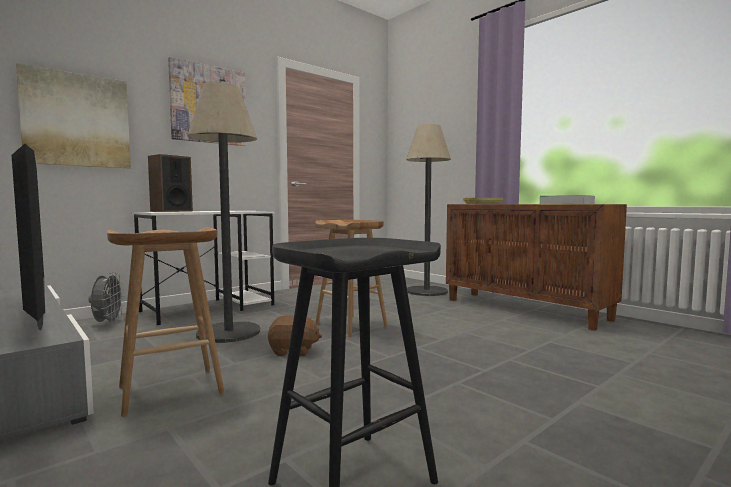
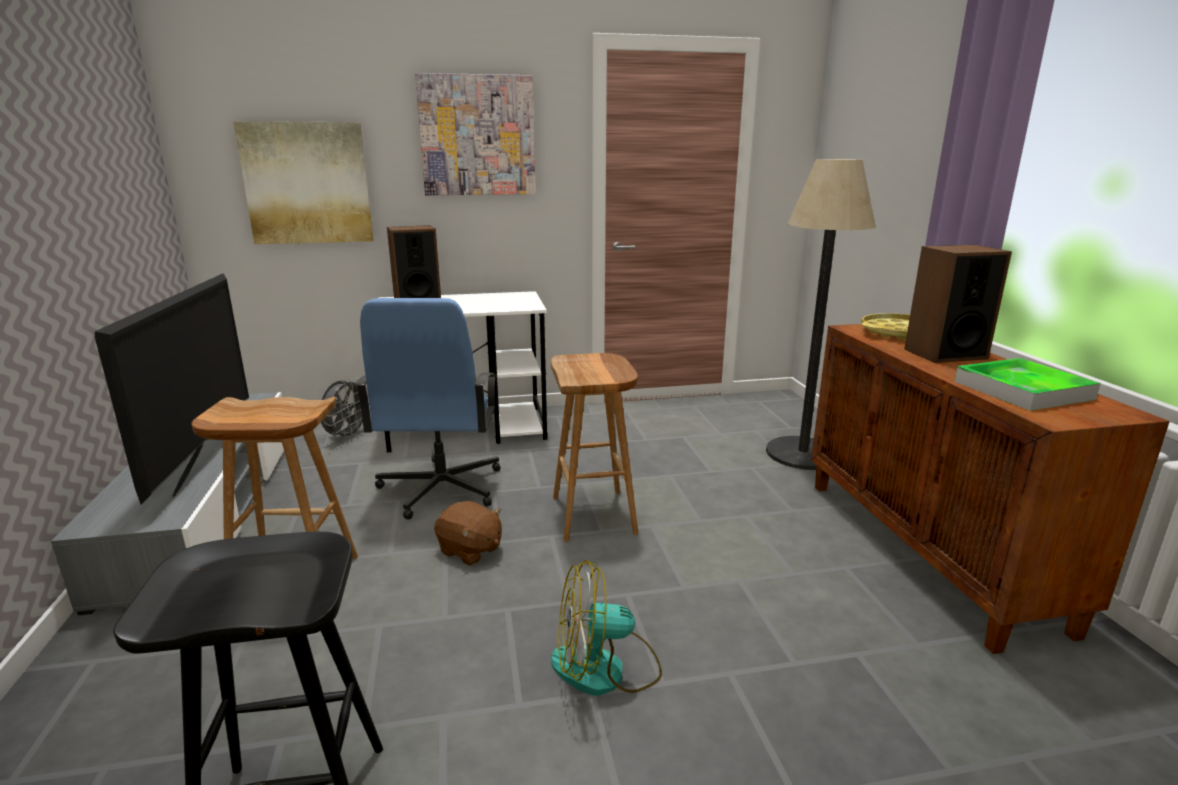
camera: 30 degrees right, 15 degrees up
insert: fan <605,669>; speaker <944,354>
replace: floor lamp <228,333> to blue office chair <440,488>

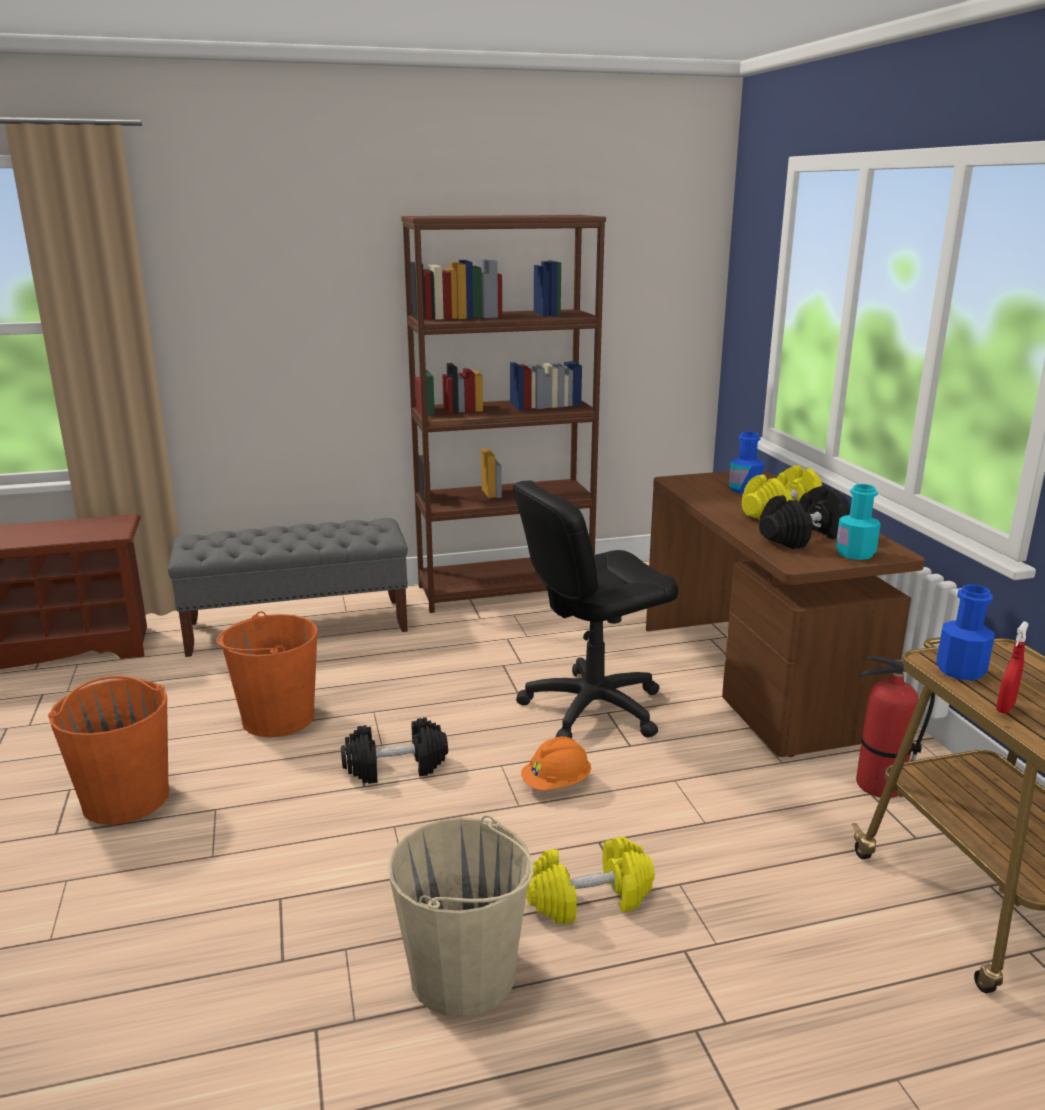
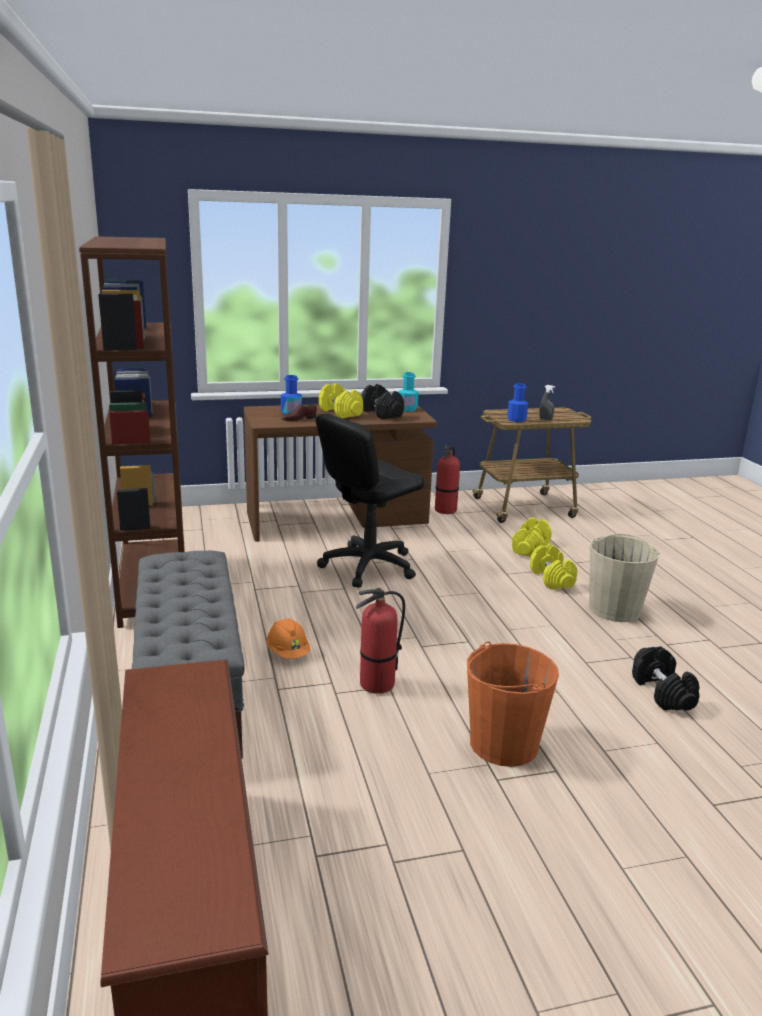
camera: 90 degrees left, 0 degrees up
insert: brown shoe <298,419>; yellow dumbbell <531,548>
move: orange hard hat <556,784> to <288,653>; black dumbbell <395,768> to <663,692>
replace: orange bucket <277,718> to fire extinguisher <377,684>
recolor: red spray bottle <1005,707> to grey spray bottle <545,419>
rotate: black office chair <592,708> = <368,566> 75 degrees clockwise

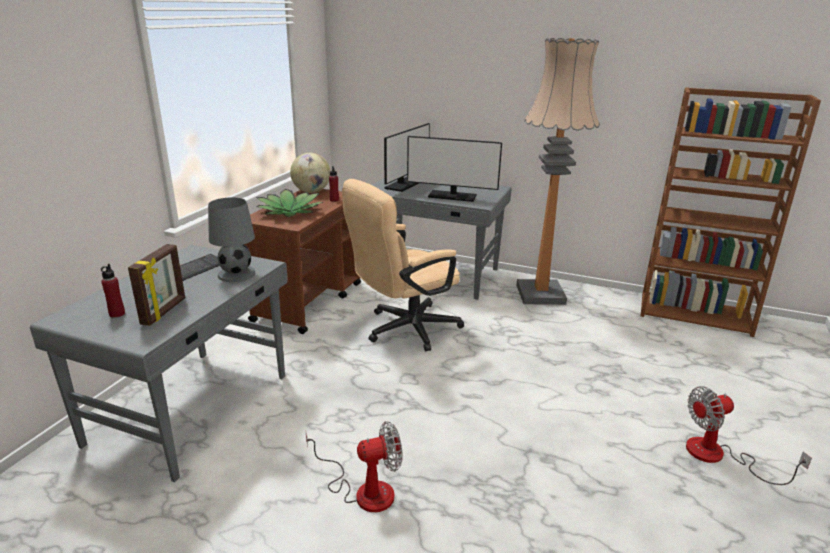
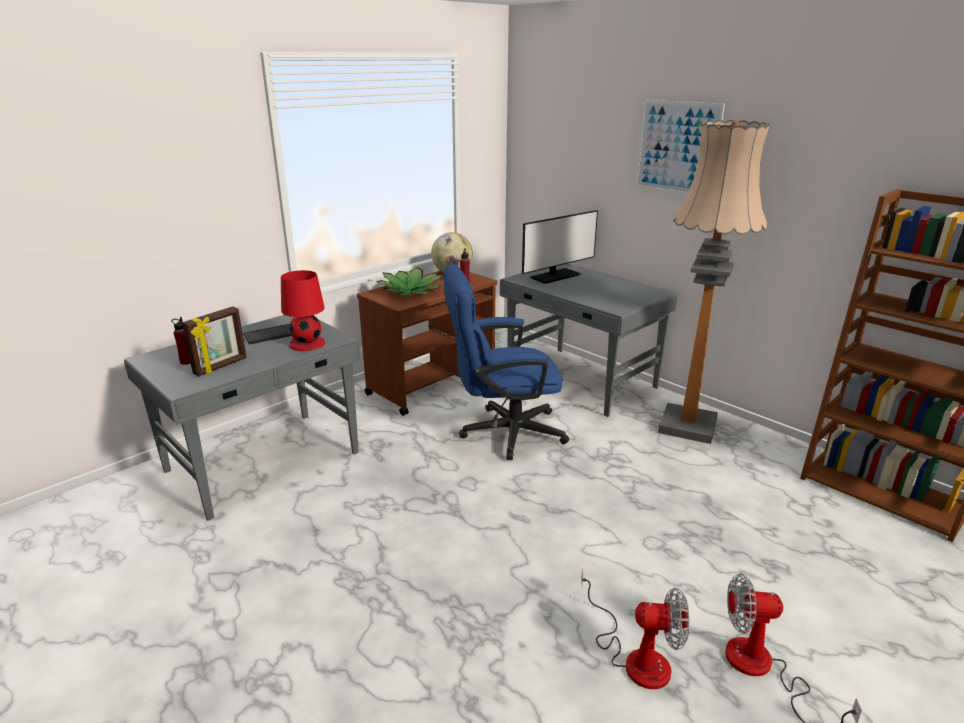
camera: 25 degrees right, 0 degrees up
delete: monitor <452,196>
insert: picture <677,148>
move: fan <363,490> to <635,657>
recolor: grey table lamp <236,274> to red table lamp <307,343>; beige office chair <404,330> to blue office chair <502,432>

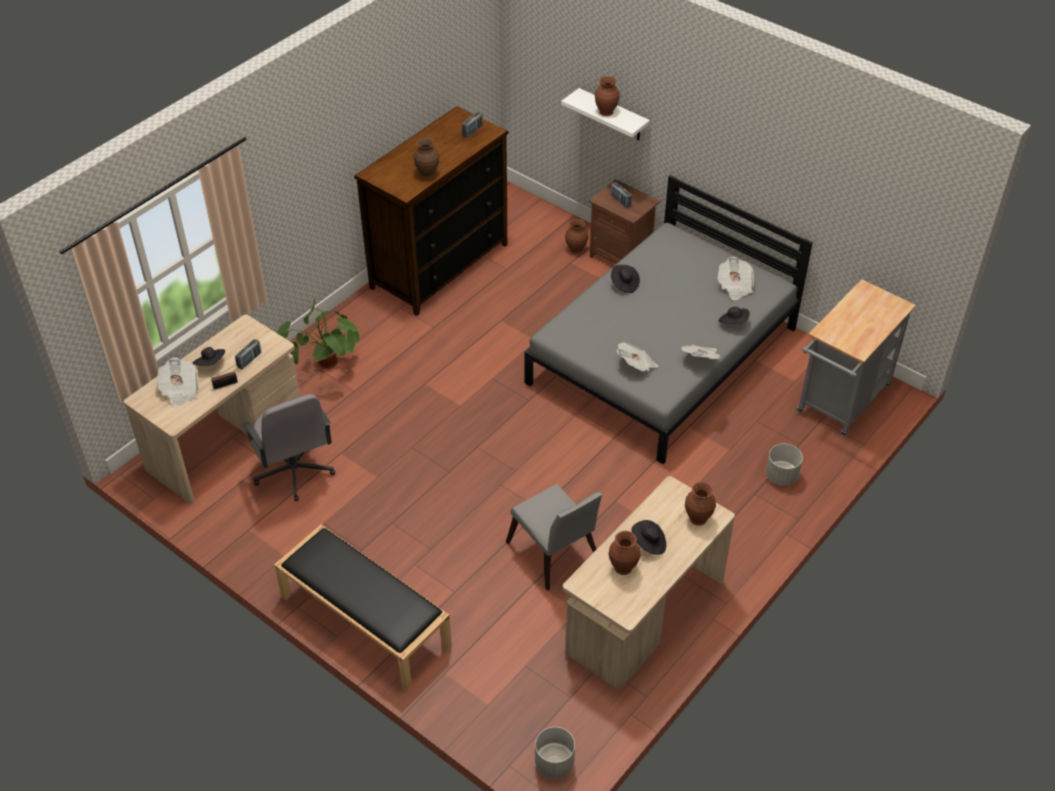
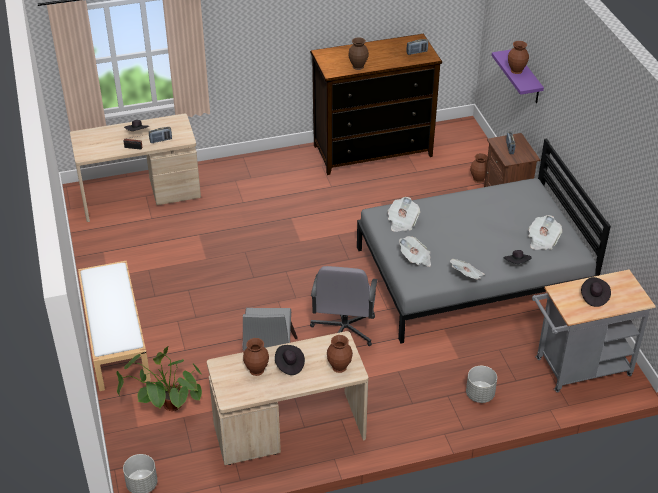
camera: 35 degrees right, 5 degrees down
move: potted plant <326,370> to <166,411>; grey office chair <294,471> to <344,330>; newspaper <180,391> to <402,222>; black hat <624,284> to <594,297>
recolor: black bench <363,621> to white bench <115,337>; white shelf <613,115> to purple shelf <527,78>

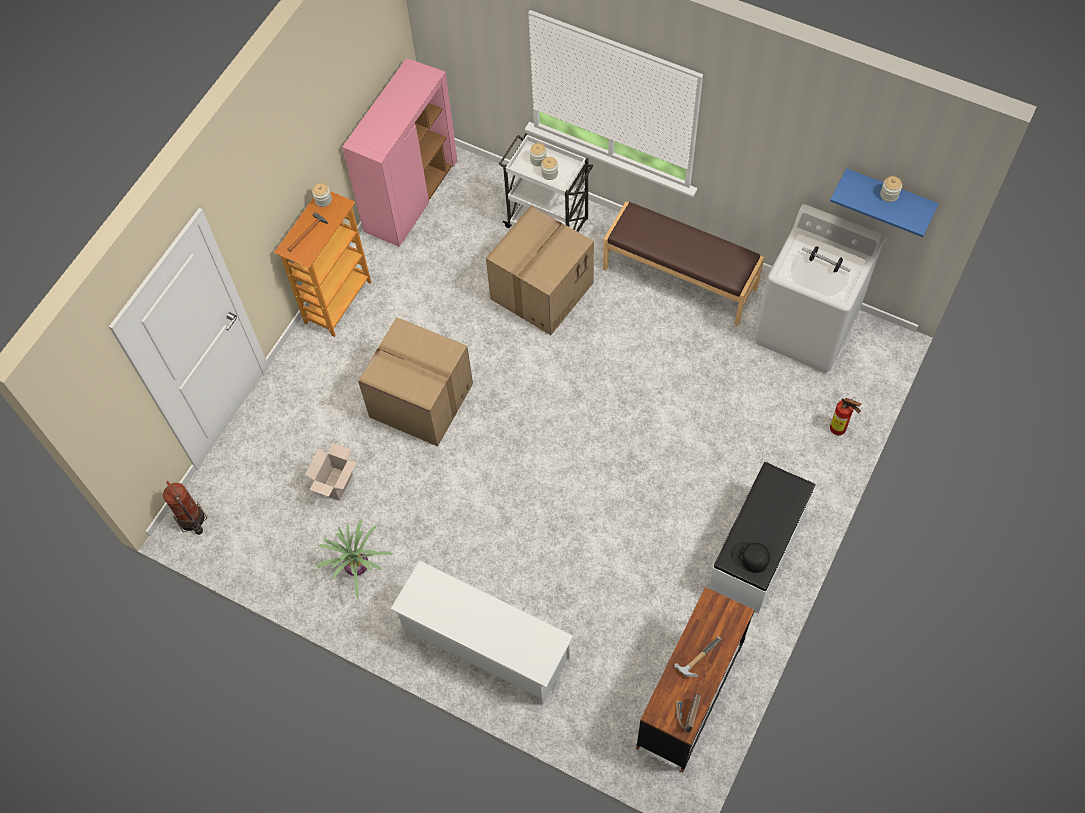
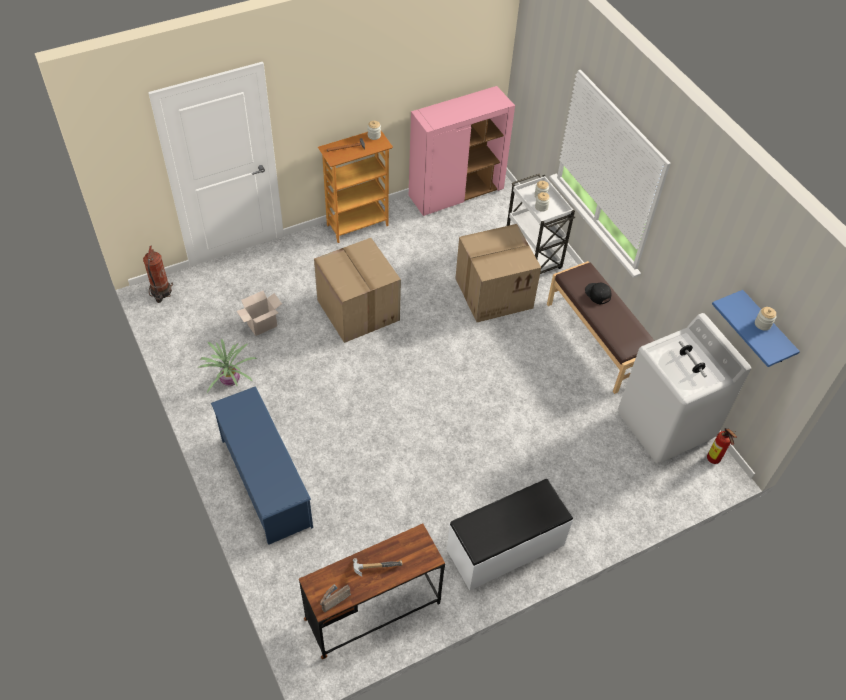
camera: 30 degrees right, 10 degrees down
move: black cap <751,558> to <597,294>; fire extinguisher <839,430> to <714,460>
recolor: white shoe rack <485,646> to blue shoe rack <265,482>

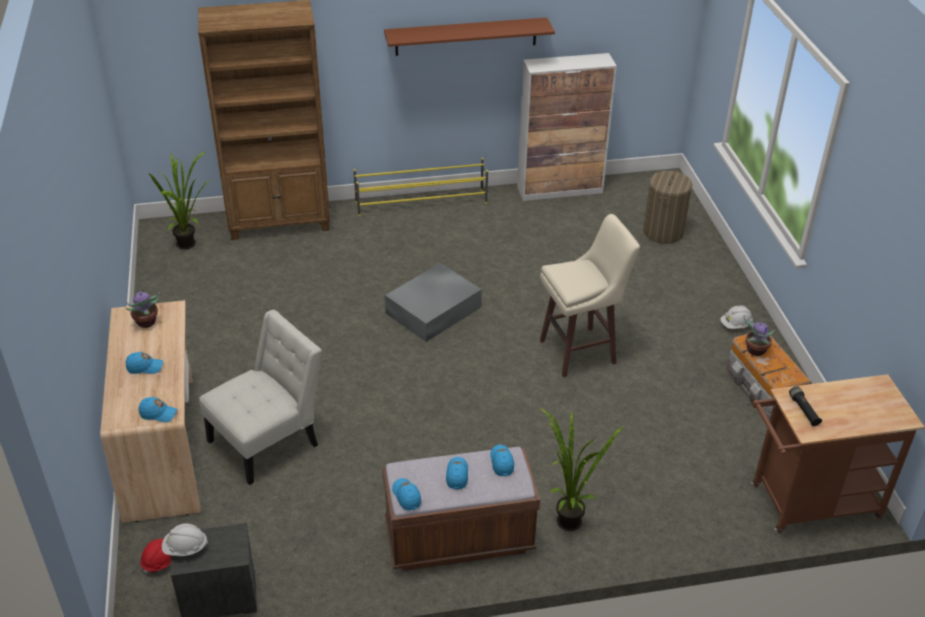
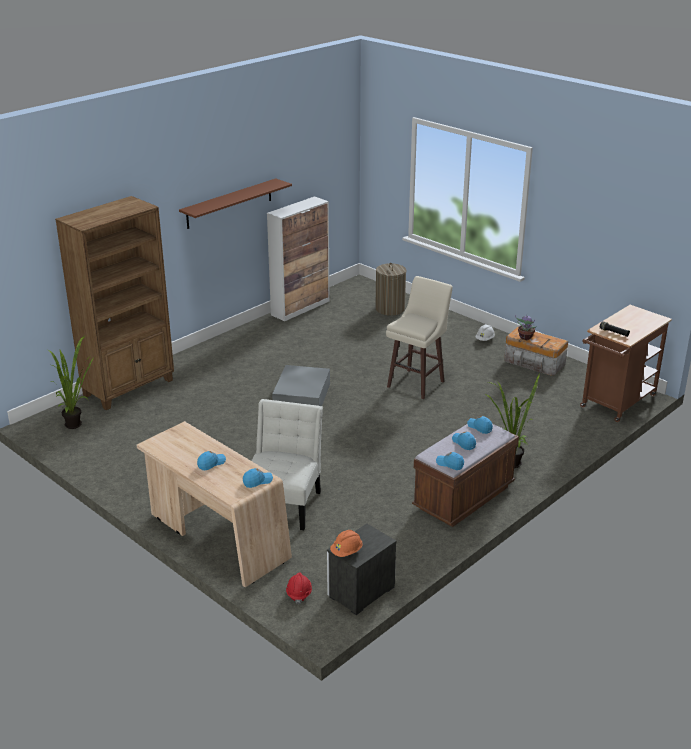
camera: 35 degrees left, 10 degrees down
delete: potted plant <146,323>; yellow shoe rack <422,203>
recolor: white hard hat <185,548> to orange hard hat <346,551>

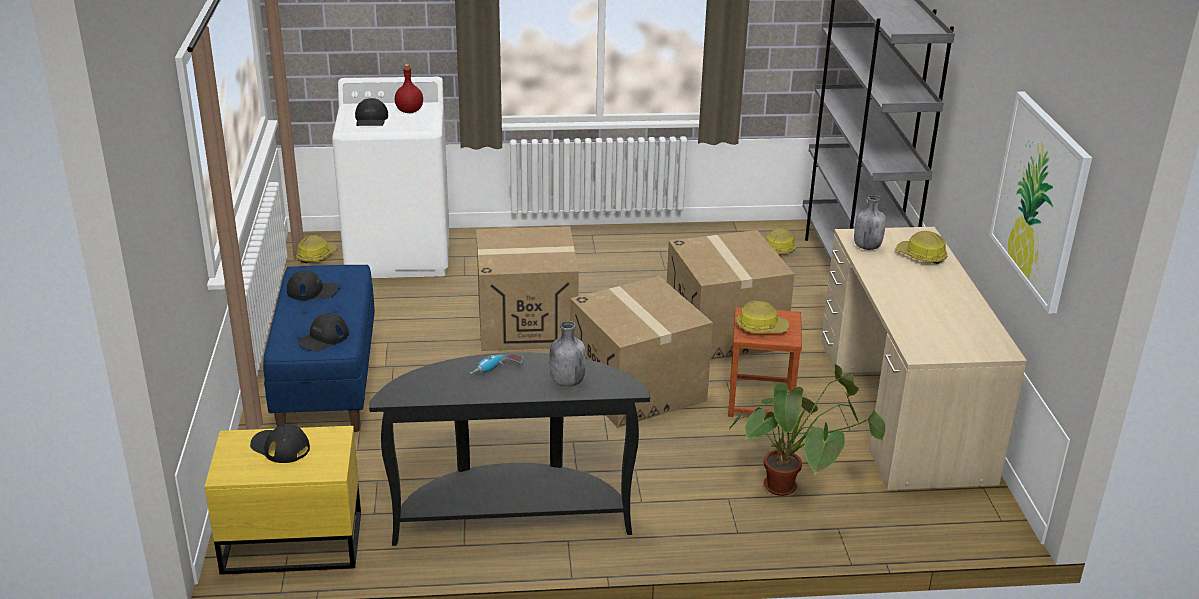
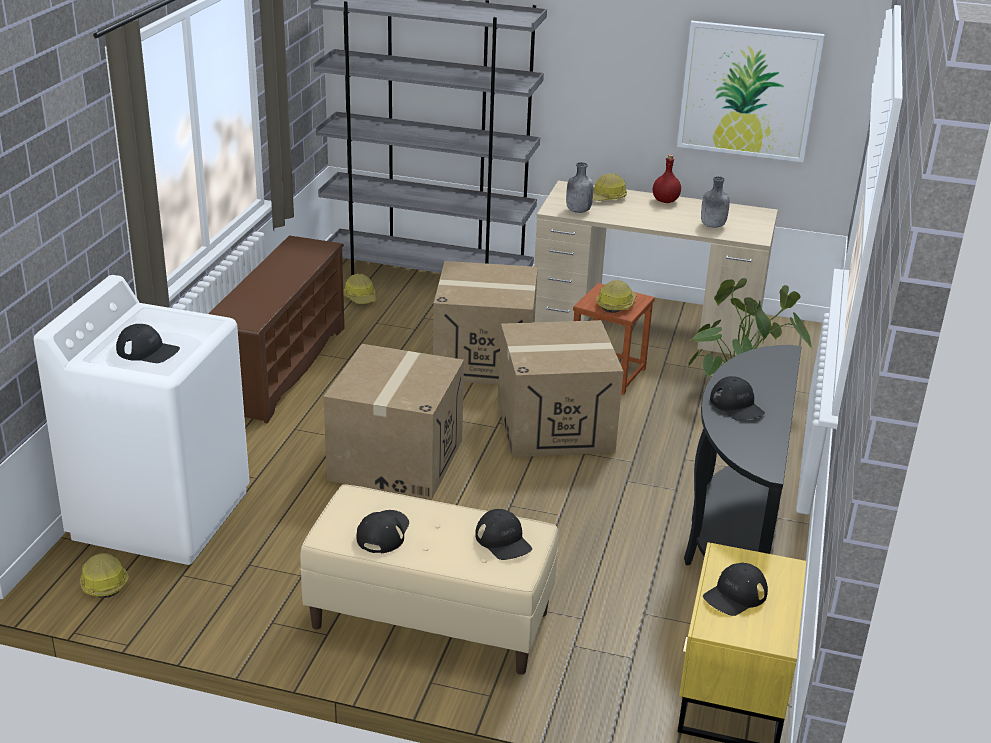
camera: 70 degrees left, 0 degrees up
insert: brown shoe rack <280,367>
move: red bottle <409,111> to <665,201>; grey bottle <566,382> to <712,226>
replace: power drill <496,371> to black cap <736,405>
recolor: blue bench <326,381> to beige bench <429,620>

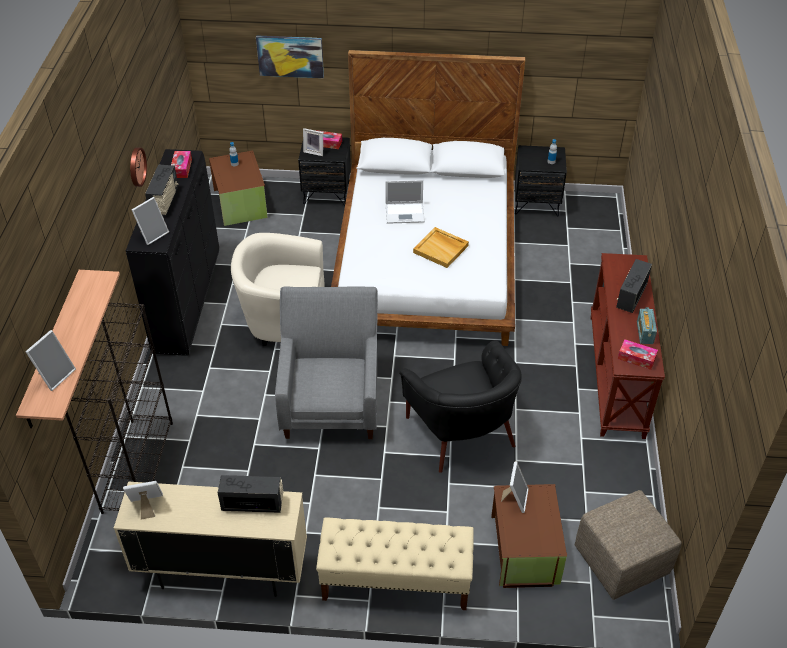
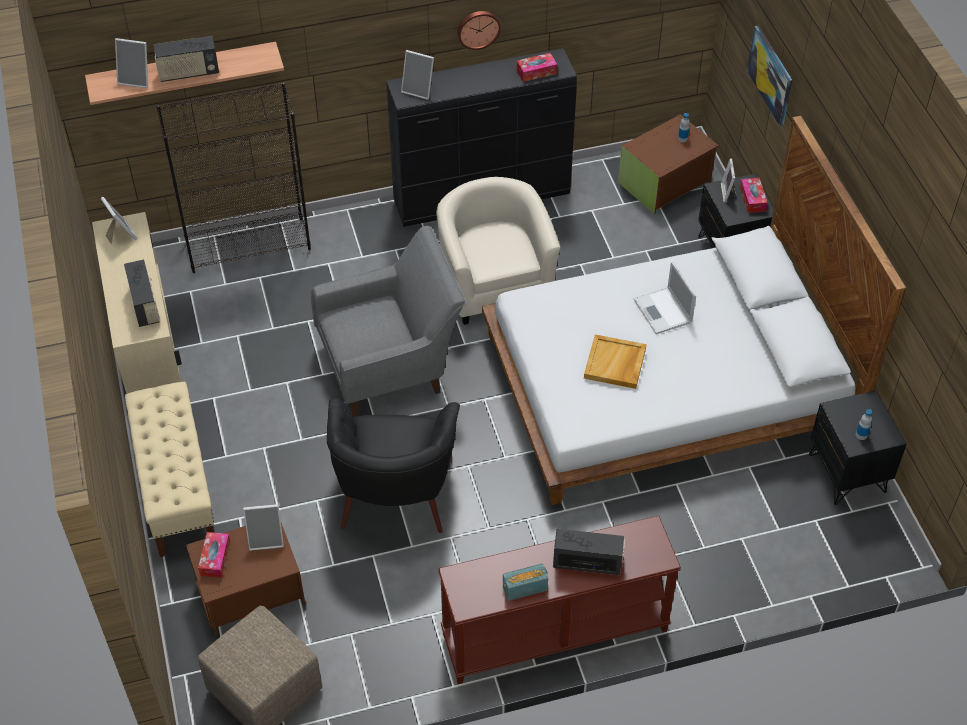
camera: 70 degrees right, 5 degrees up
move: radio <165,201> to <188,73>; tissue box <636,358> to <215,558>
rotate: black armchair <461,431> = <395,493> 45 degrees counterclockwise

